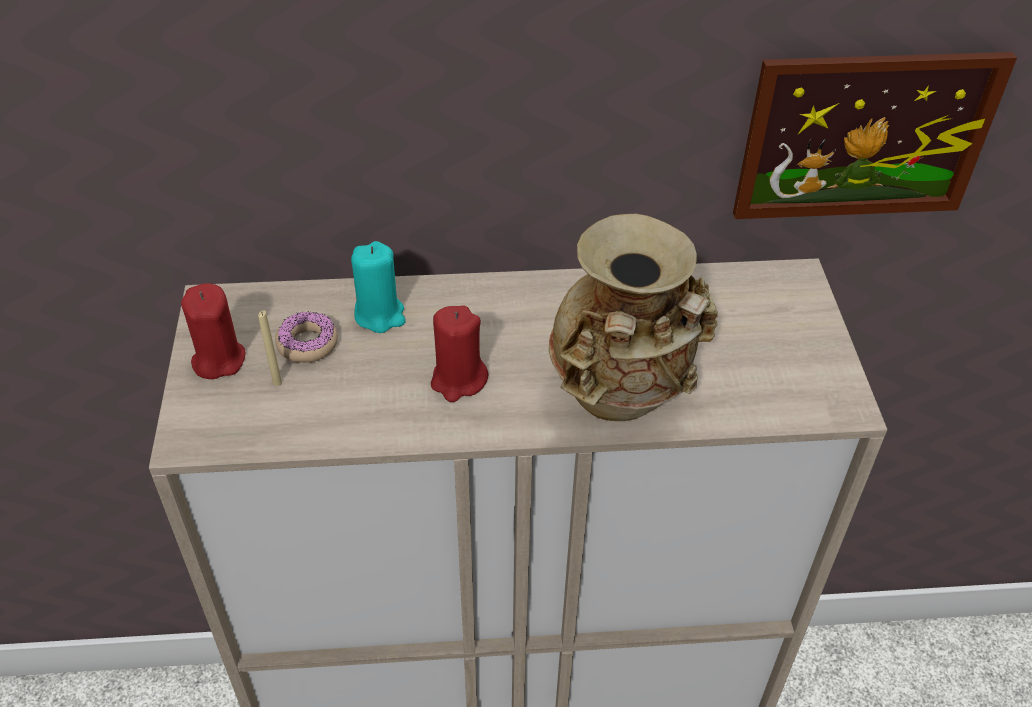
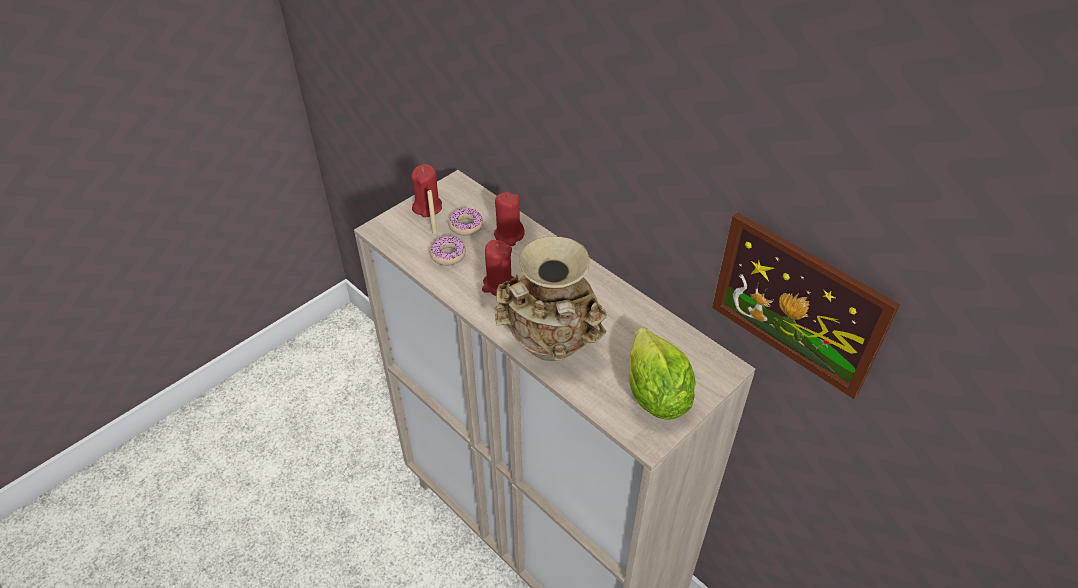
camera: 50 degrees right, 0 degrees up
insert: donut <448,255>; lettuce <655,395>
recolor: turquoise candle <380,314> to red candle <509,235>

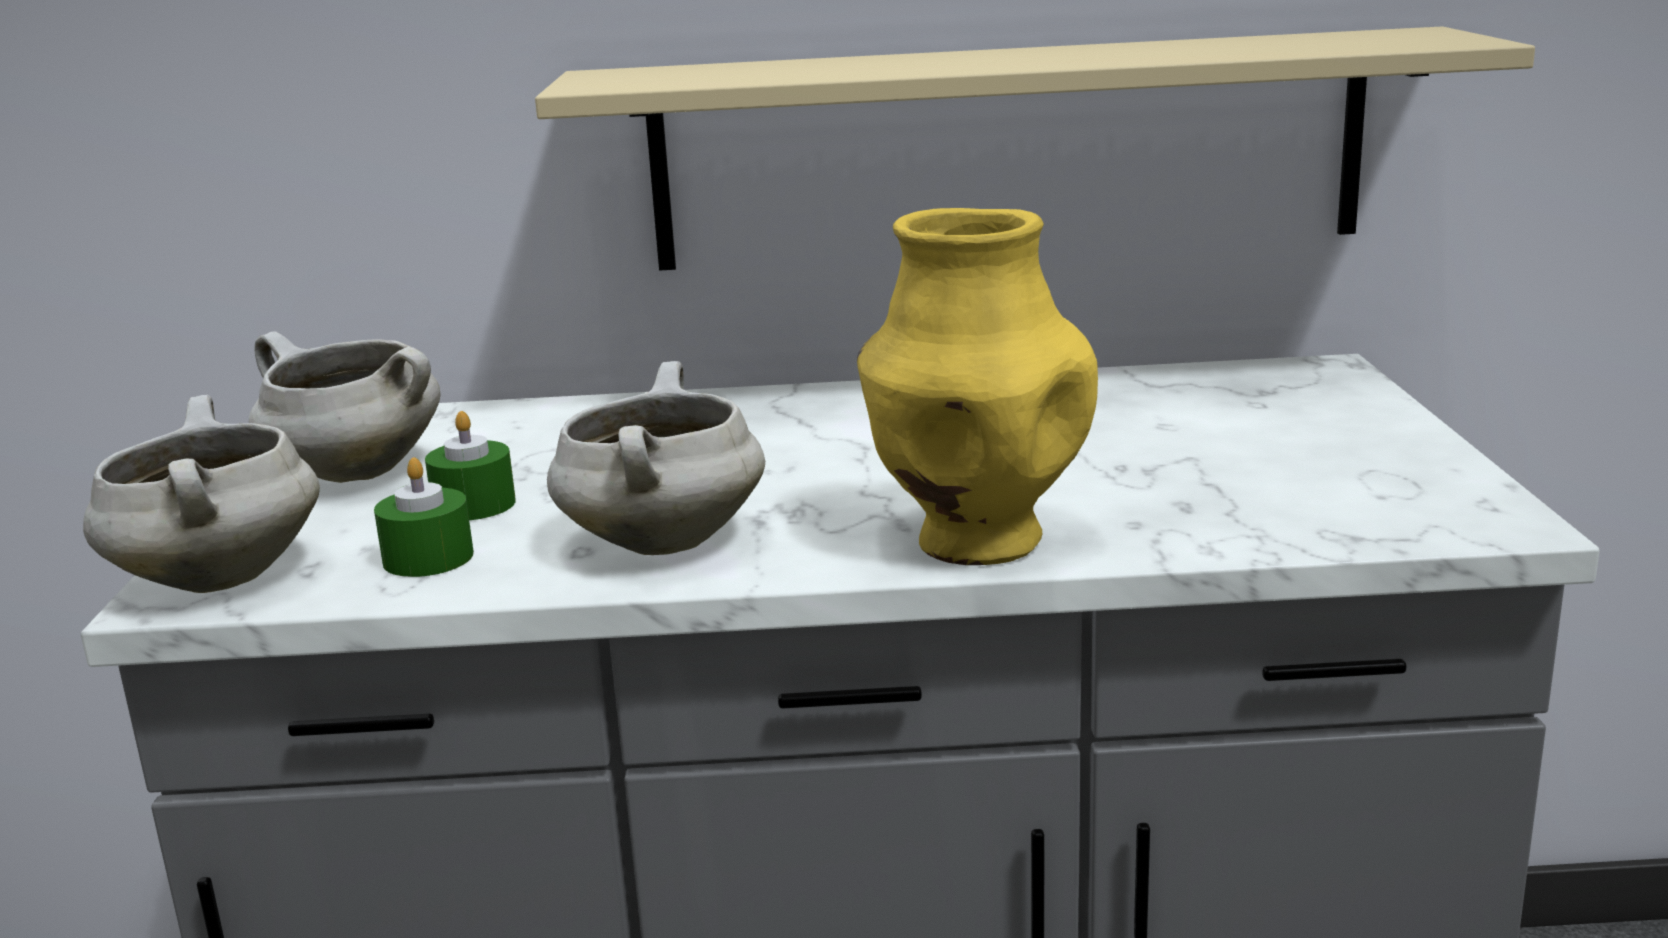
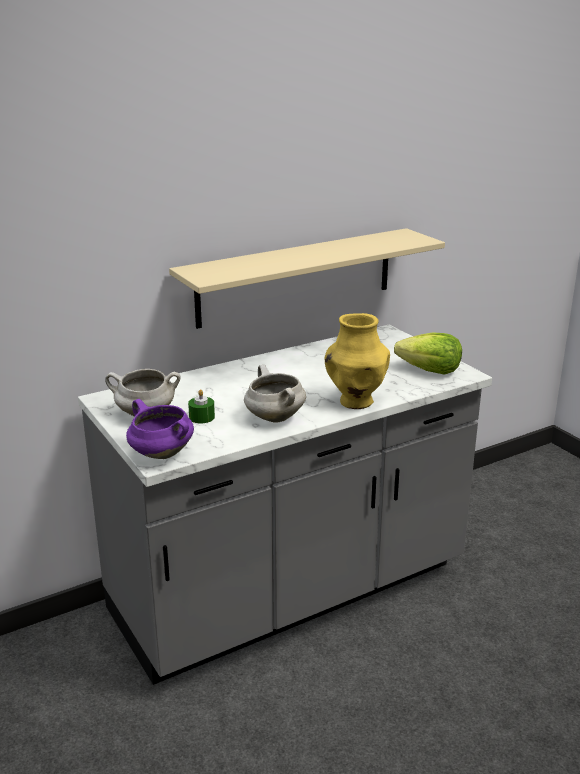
camera: 30 degrees left, 5 degrees up
delete: green candle <428,558>
insert: lettuce <430,370>
recolor: white cooking pot <216,578> to purple cooking pot <160,454>

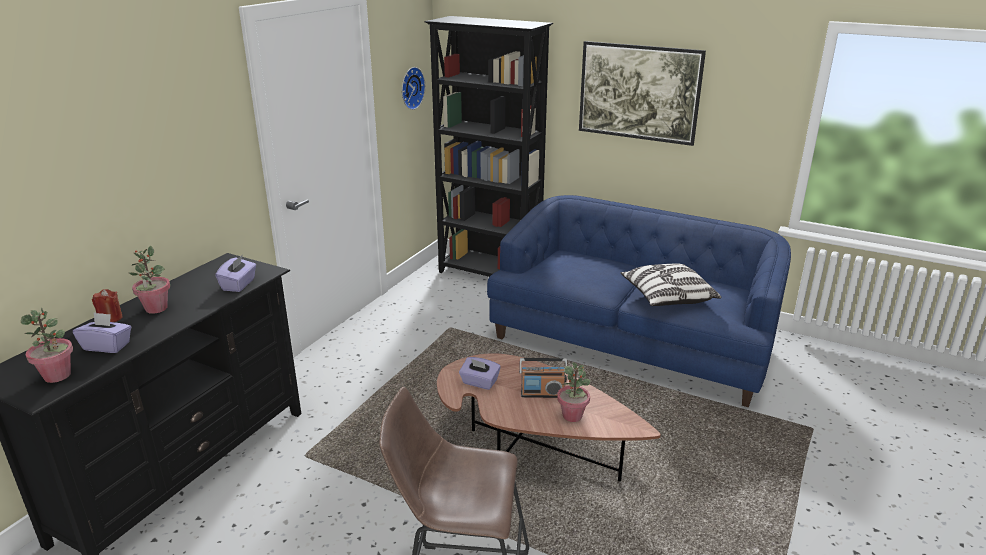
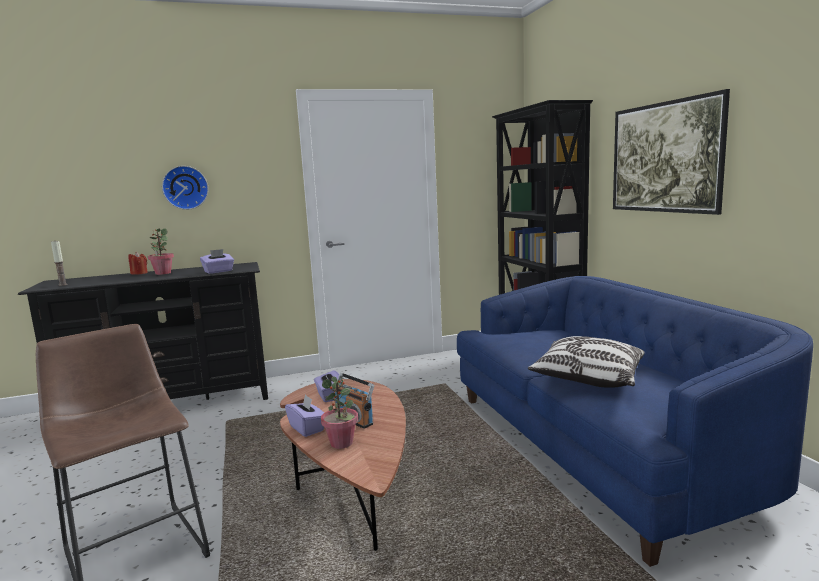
camera: 45 degrees right, 15 degrees down
move: wall clock <410,88> to <185,187>; purple tissue box <107,346> to <307,428>
replace: potted plant <58,375> to candle <63,284>

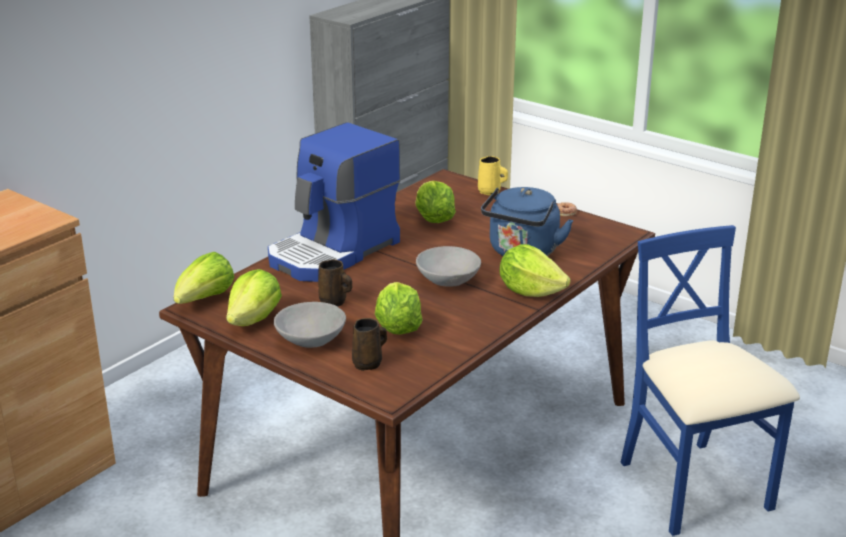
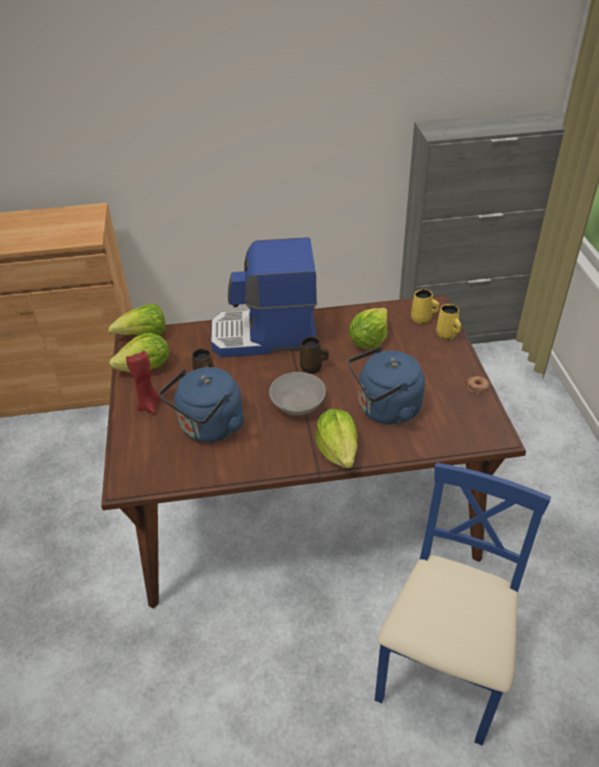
camera: 45 degrees right, 15 degrees up
insert: yellow mug <422,319>
move: brown mug <368,363> to <312,368>
replace: grey bowl <311,340> to red candle <149,405>; lettuce <397,328> to blue kettle <209,428>

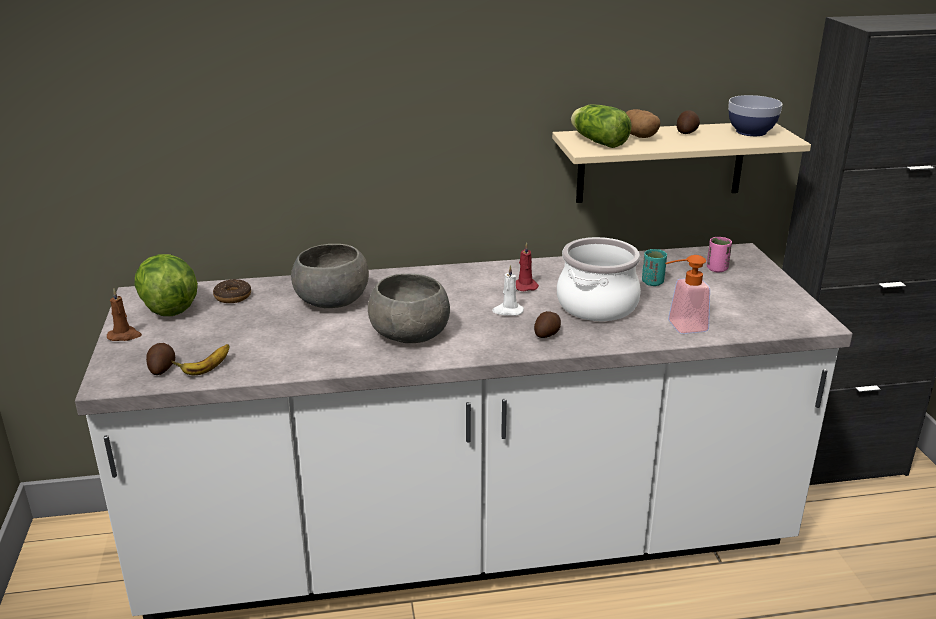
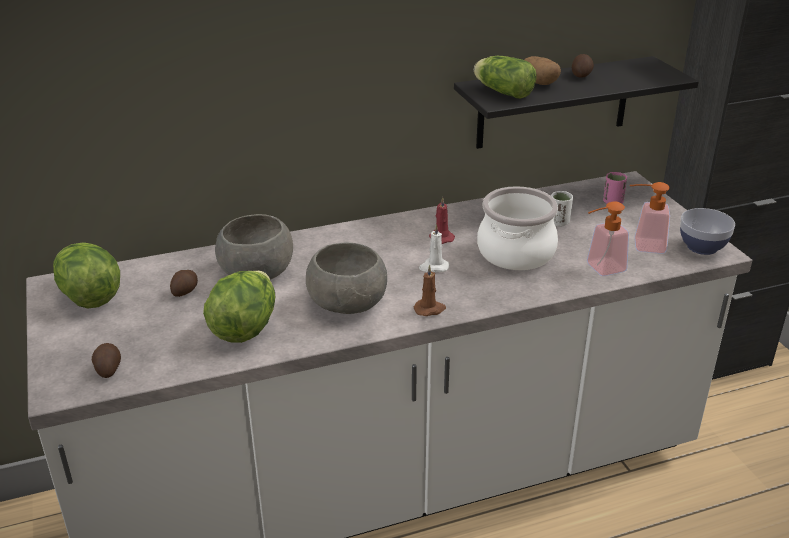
camera: 10 degrees left, 5 degrees up
delete: banana <206,370>; donut <233,297>
insert: lettuce <245,327>; soap dispenser <643,245>
move: potato <548,334> to <186,291>; brown candle <124,336> to <430,309>; bowl <751,132> to <702,247>
recolor: beige shelf <661,162> to black shelf <553,103>; turquoise cup <652,282> to white cup <559,222>

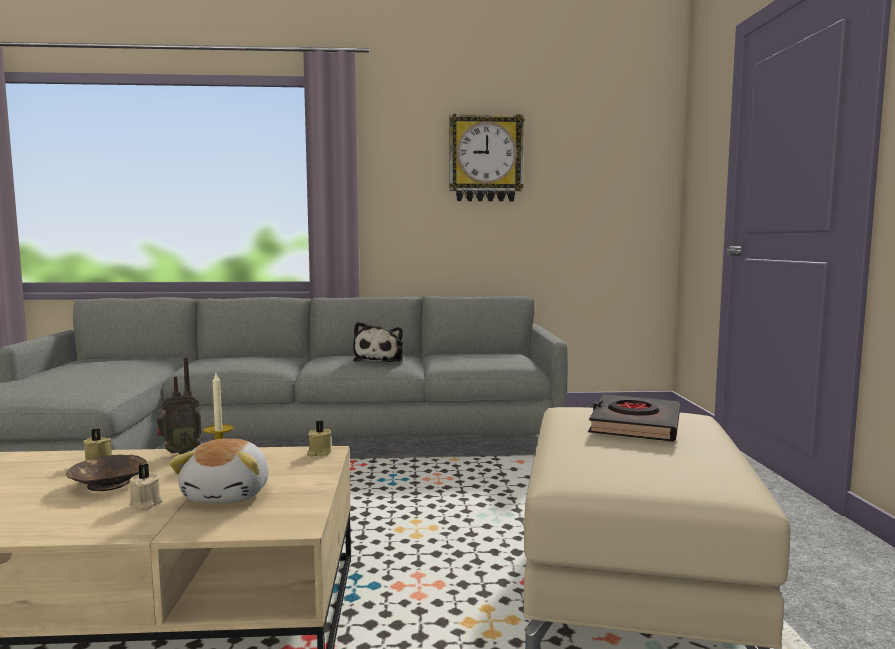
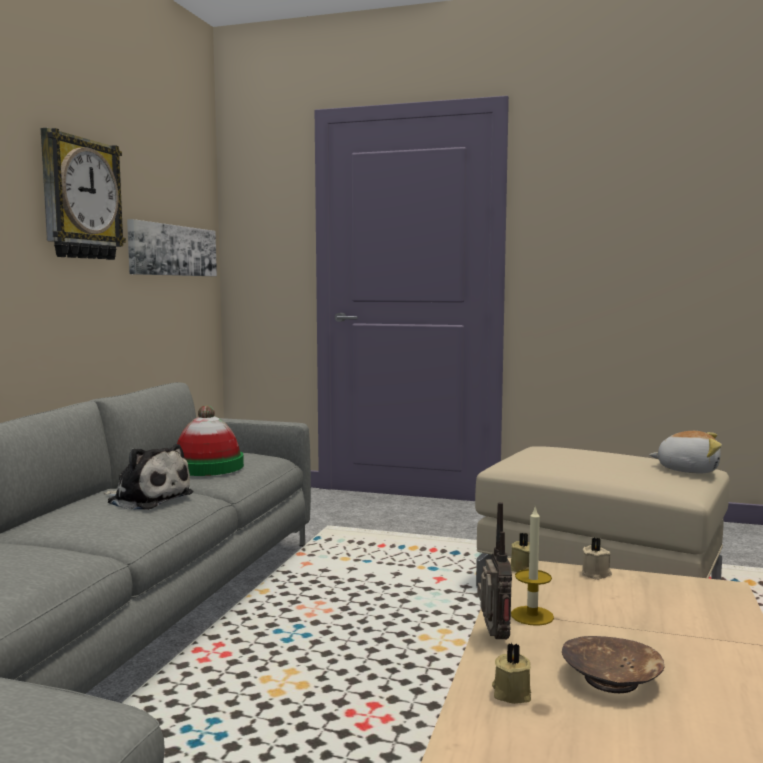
camera: 70 degrees left, 0 degrees up
delete: black book <634,425>
insert: picture <173,250>; hat <207,467>
move: beige candle <145,504> to <596,574>; plush toy <229,494> to <687,470>

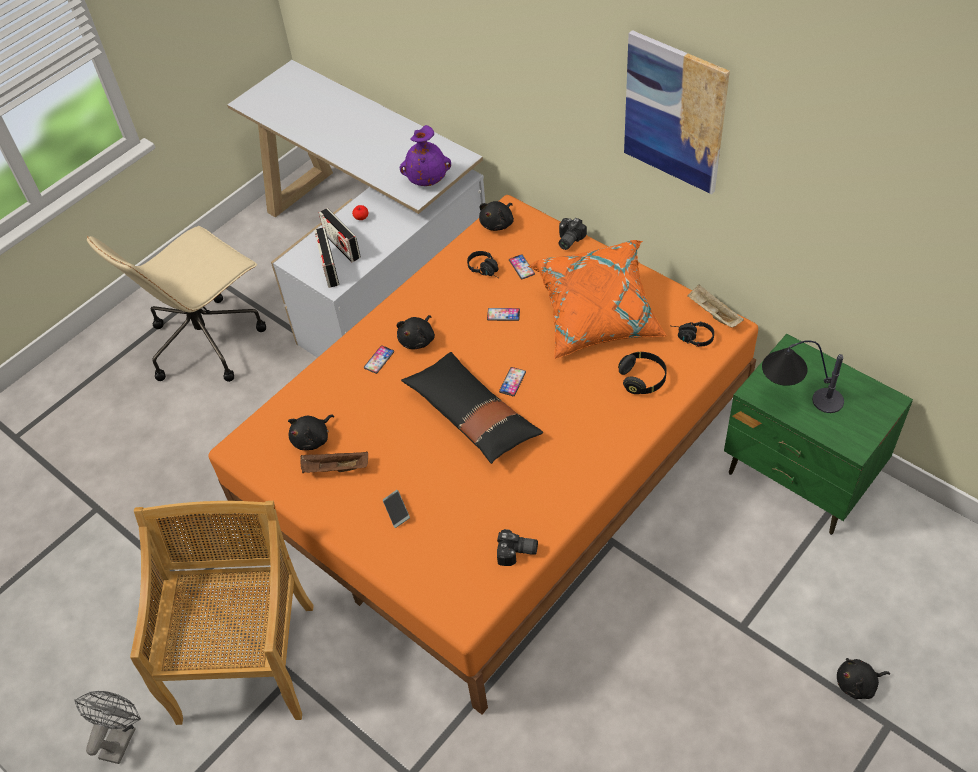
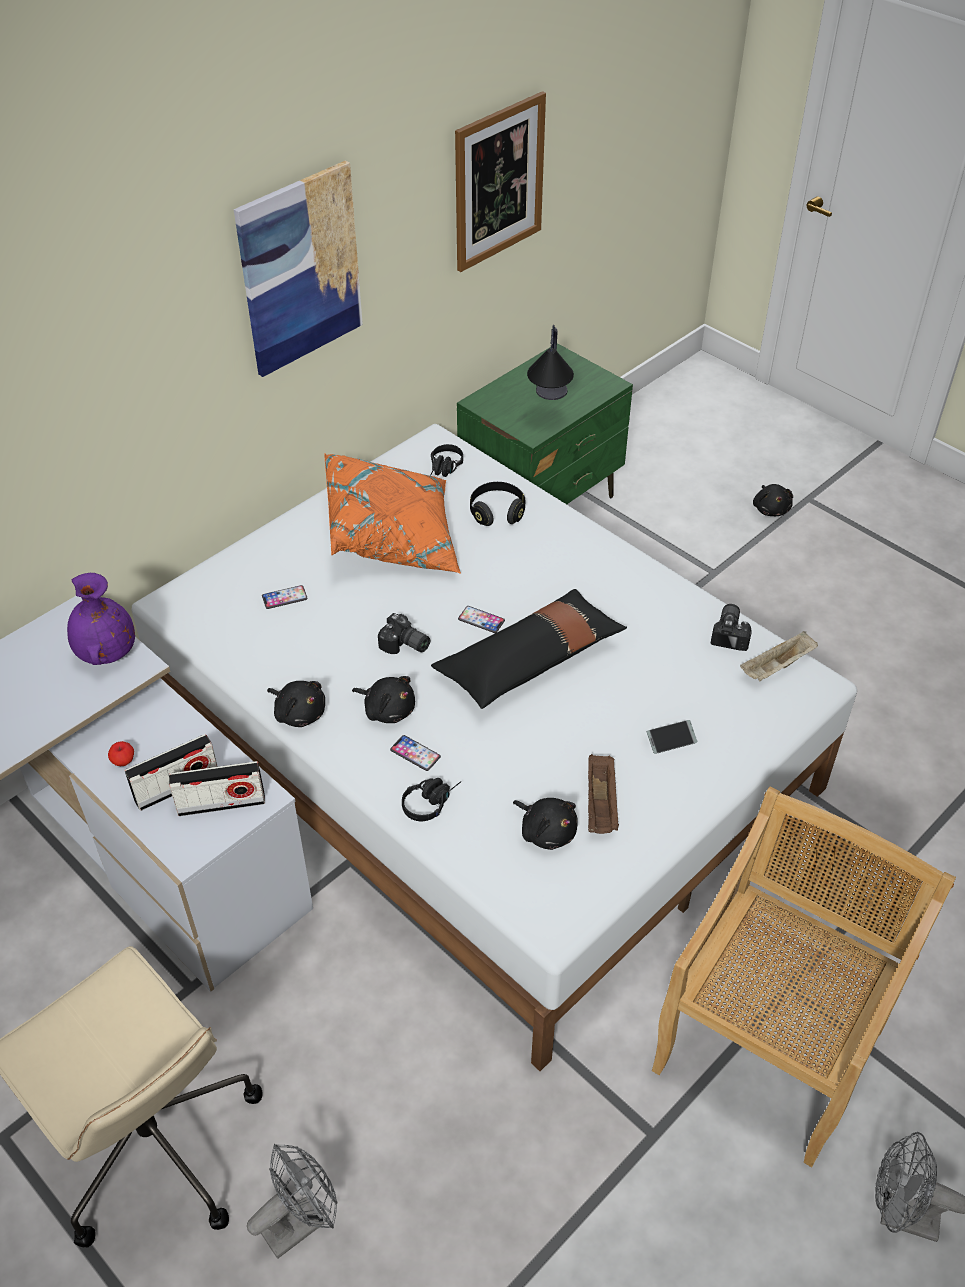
camera: 90 degrees left, 5 degrees down
delete: phone <503,315>
insert: grey fan <300,1221>; picture <498,182>
move: black plush toy <498,223> to <299,713>; photo camera <568,240> to <404,646>; black headphones <486,270> to <431,801>; beige tray <712,314> to <777,667>
recolor: orange bed <498,461> to white bed <482,750>
rotate: beige chair <246,659> = <769,1045> 120 degrees clockwise

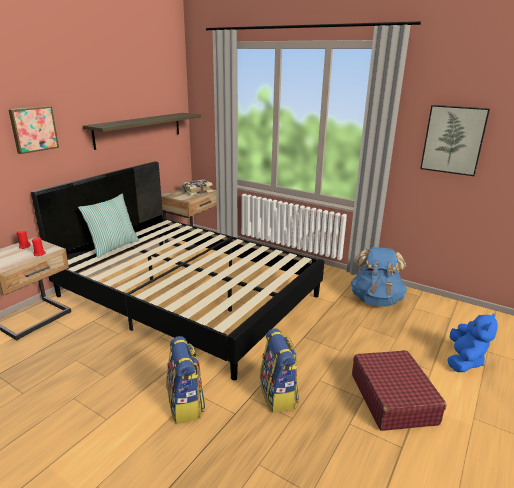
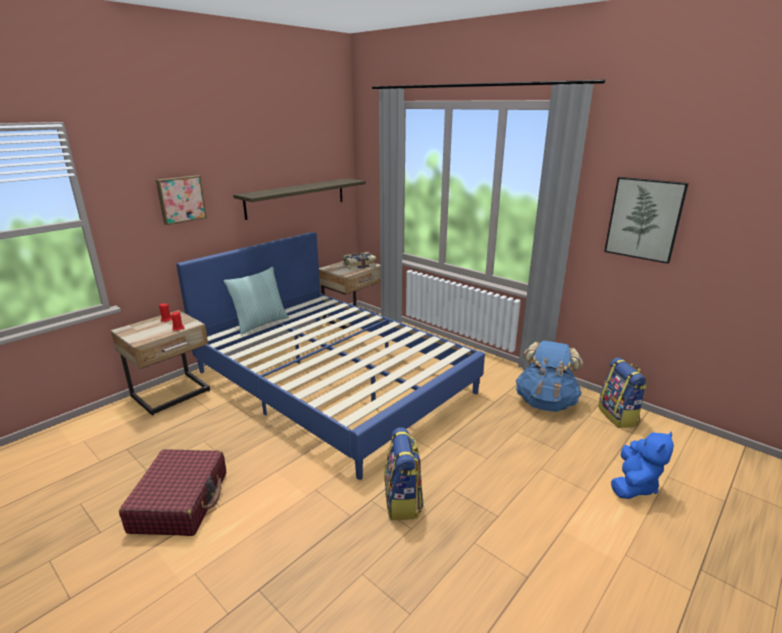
camera: 10 degrees right, 0 degrees up
move: red suitcase <393,398> to <180,501>; backpack <186,405> to <618,416>
recolor: black bed <188,295> to blue bed <333,381>

